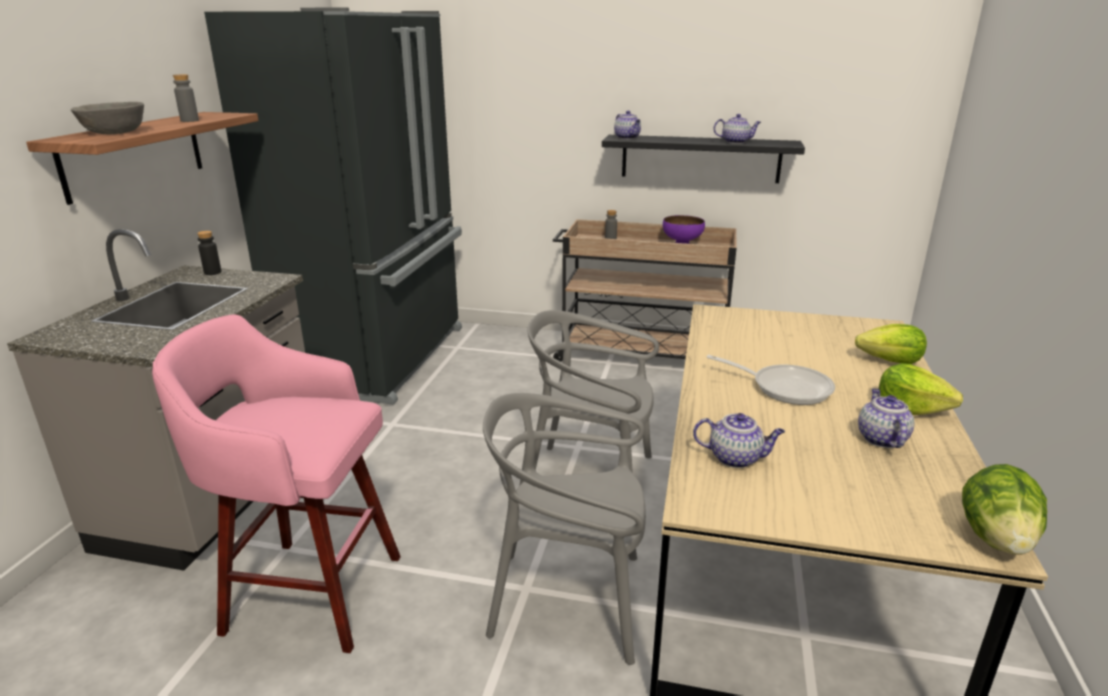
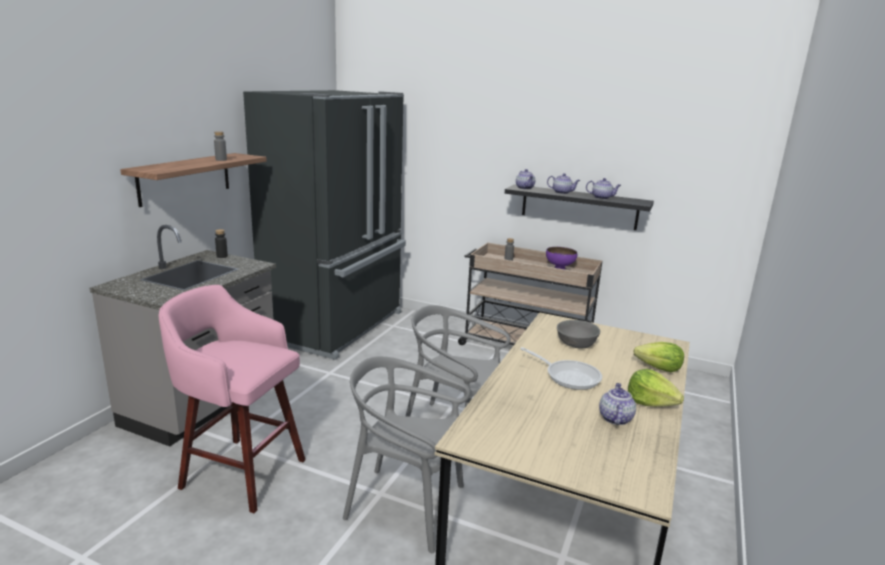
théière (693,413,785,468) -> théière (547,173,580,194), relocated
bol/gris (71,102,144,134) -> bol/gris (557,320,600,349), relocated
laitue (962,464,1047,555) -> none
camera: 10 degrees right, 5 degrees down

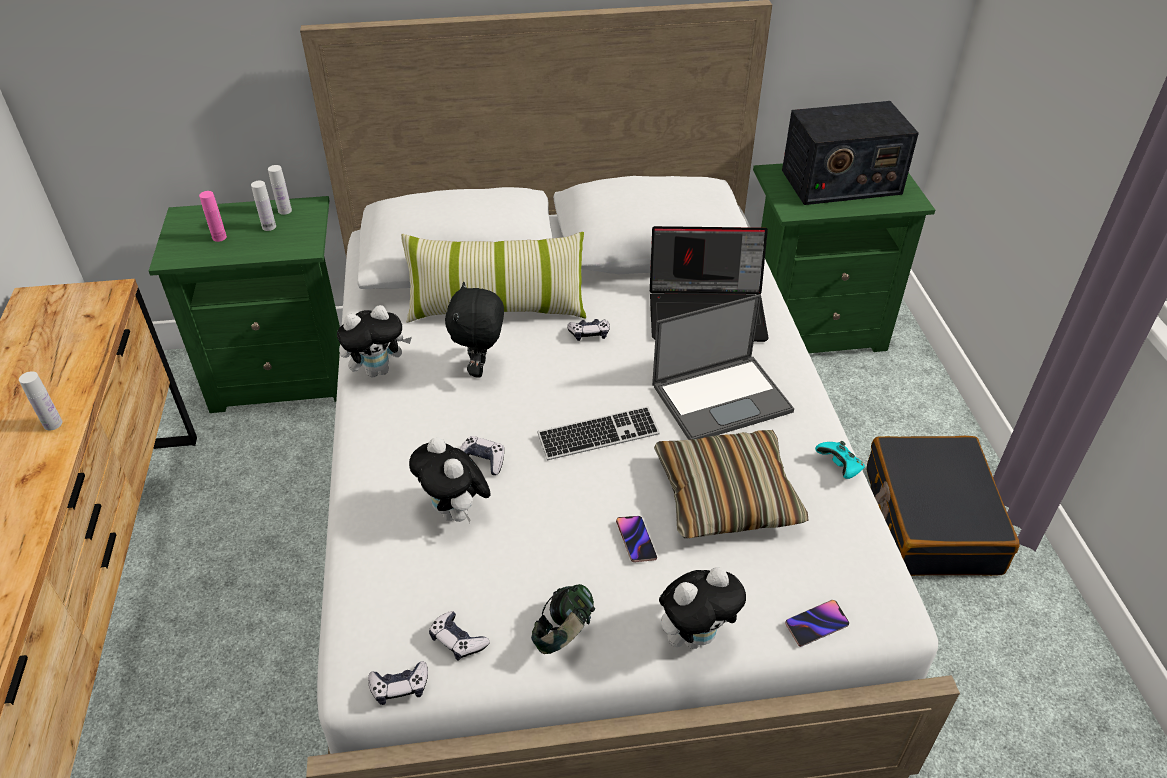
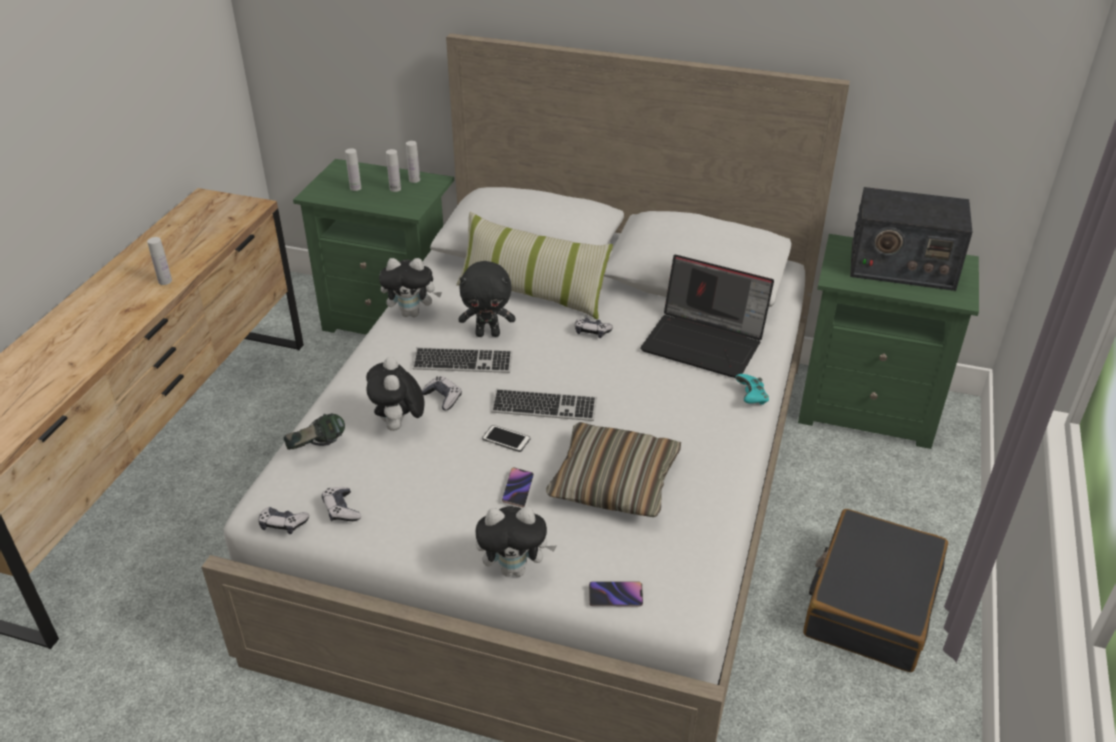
casque audio (531,584,595,654) -> casque audio (284,413,345,450), relocated
bouteille/rose (199,191,227,242) -> bouteille/blanc (345,148,361,191)
none -> clavier (413,347,513,373)
peluche/noir (445,282,504,378) -> peluche/noir (459,261,515,337), 120 degrees counterclockwise
none -> téléphone (482,425,530,452)
manette/turquoise (815,441,865,479) -> manette/turquoise (735,374,769,405), relocated
ordinateur portable (652,294,794,440) -> none
camera: 25 degrees right, 5 degrees down

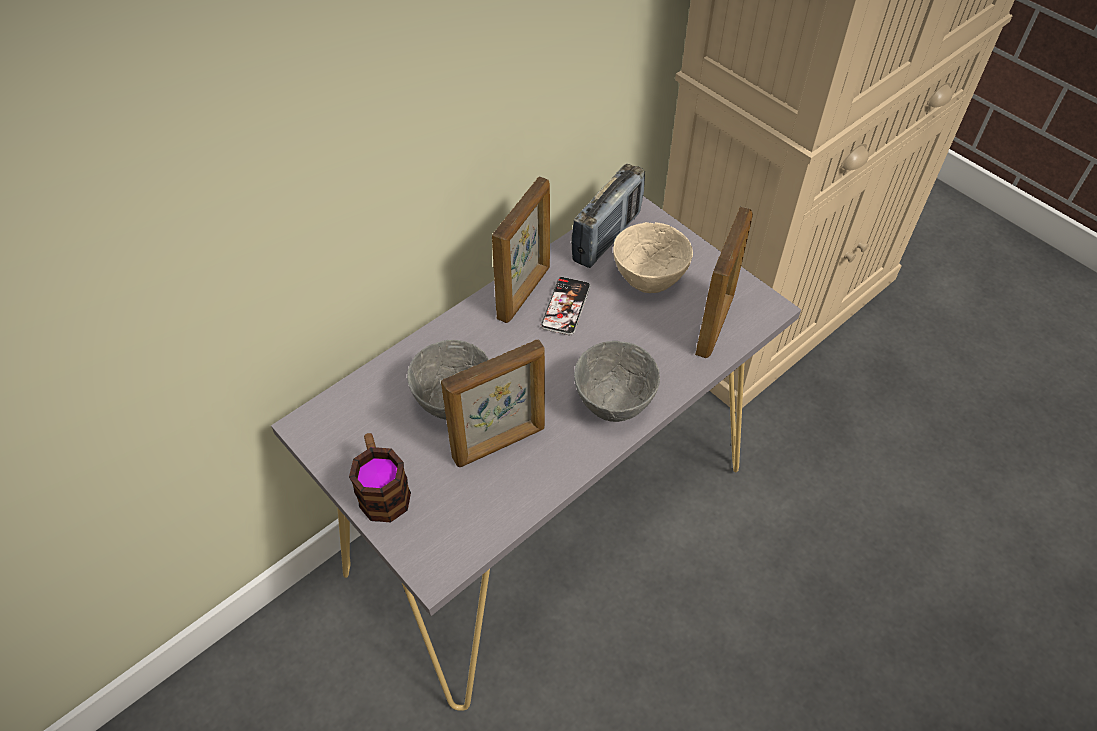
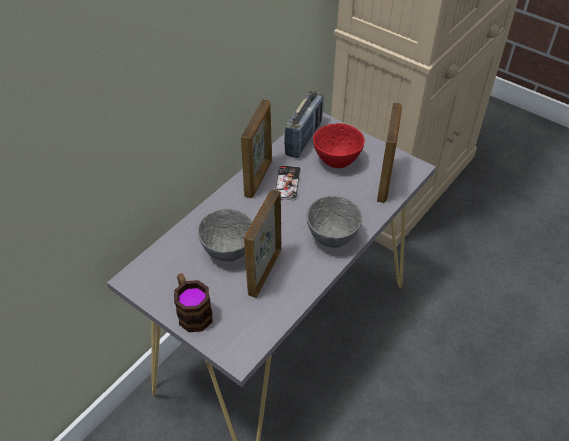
cadre photo (441,339,545,467) -> cadre photo (244,190,282,298), 150 degrees clockwise
bol/beige (613,222,693,293) -> bol/rouge (313,123,365,168)
camera: 10 degrees left, 5 degrees down

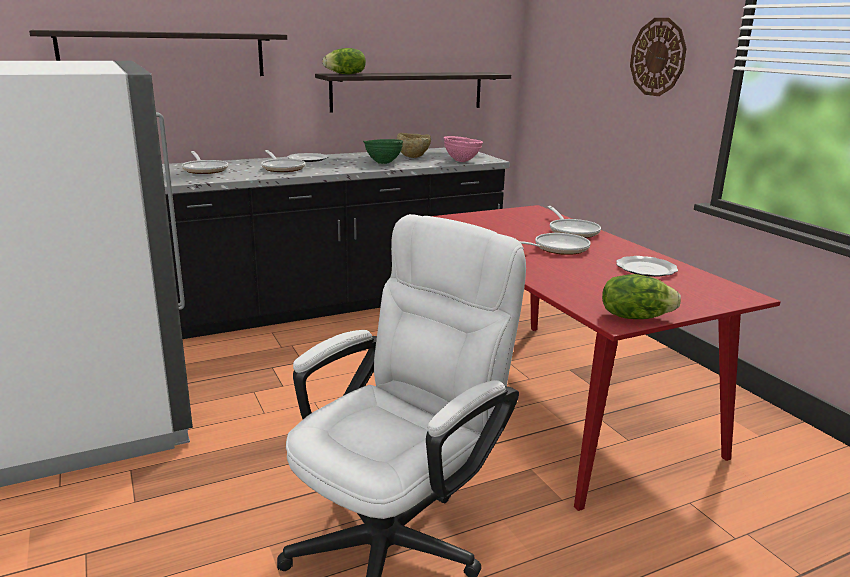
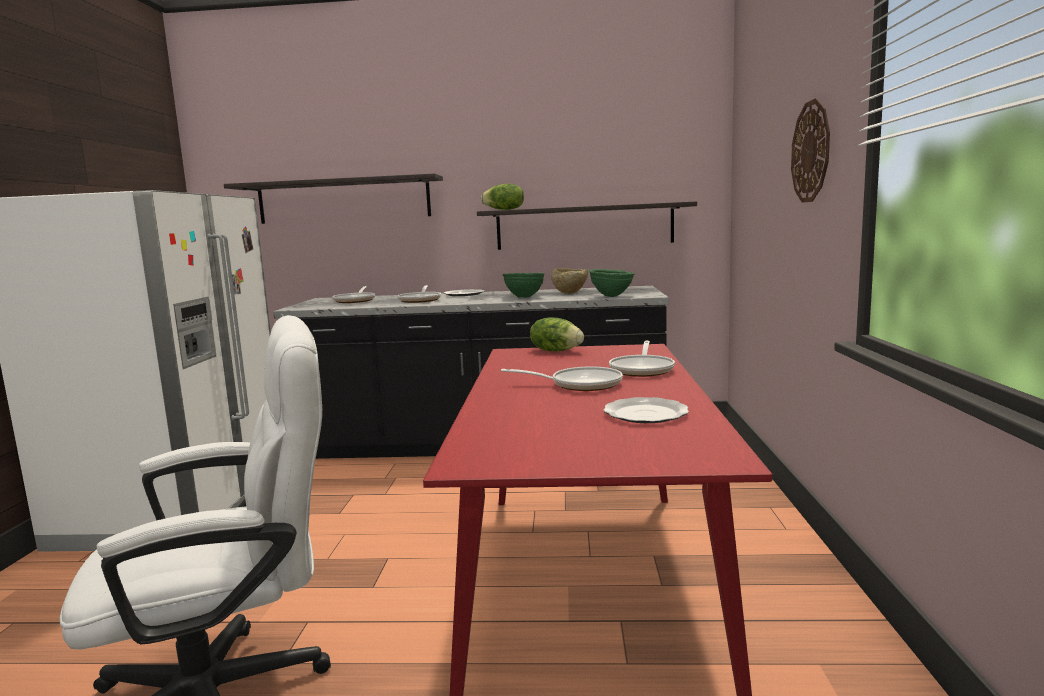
laitue (602,274,681,319) -> laitue (530,317,584,351), relocated
bol/rose (444,136,483,162) -> bol/vert (589,269,635,297)
camera: 30 degrees right, 10 degrees down

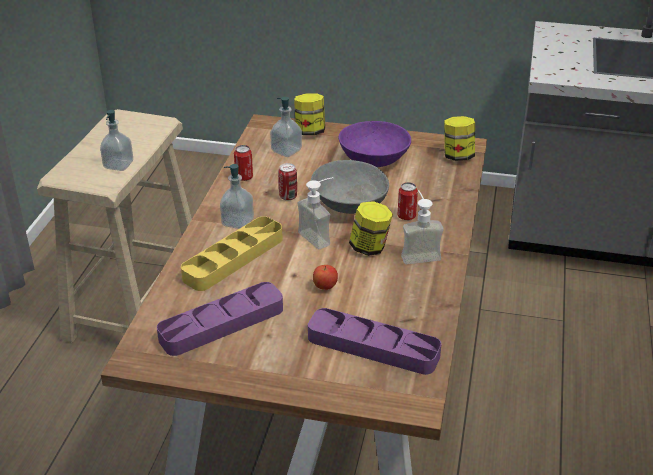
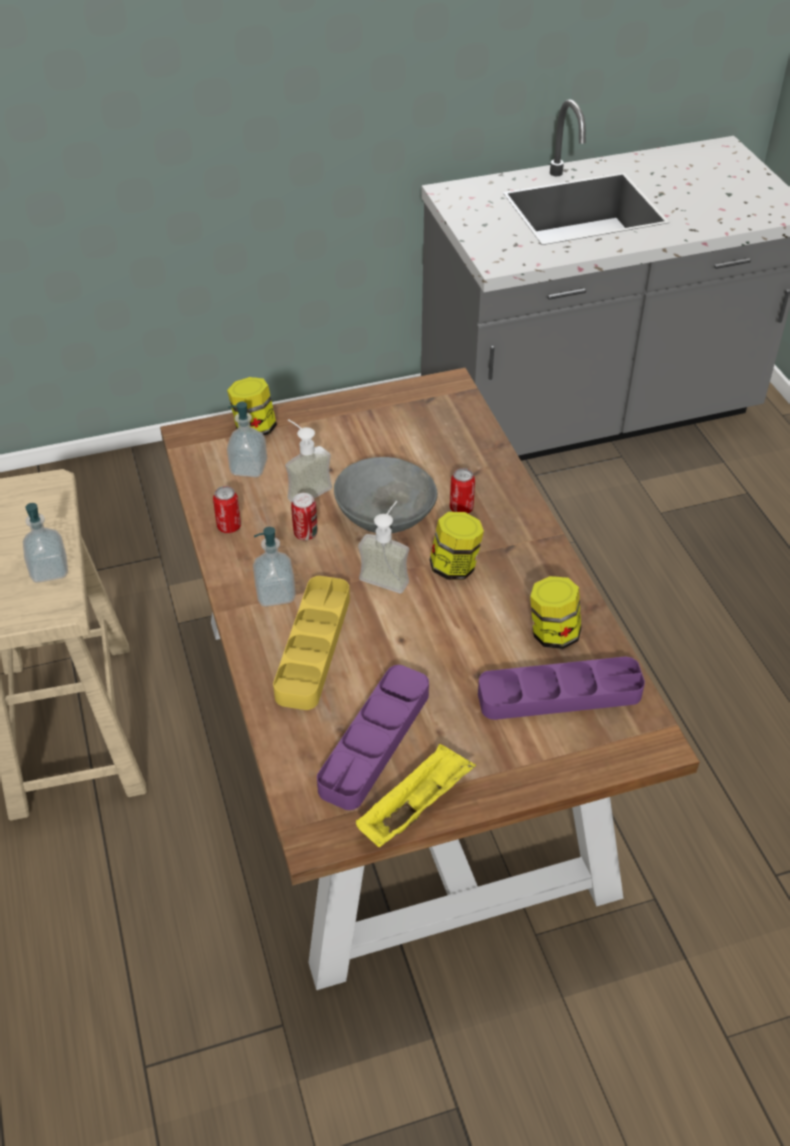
distributeur de savon (401,190,444,264) -> distributeur de savon (285,419,332,502), relocated
none -> plateau/jaune (356,744,476,847)
bocal (444,116,475,161) -> bocal (530,576,581,649), relocated
pomme (313,265,338,290) -> none
bol/violet (339,121,411,168) -> none
camera: 30 degrees left, 10 degrees up

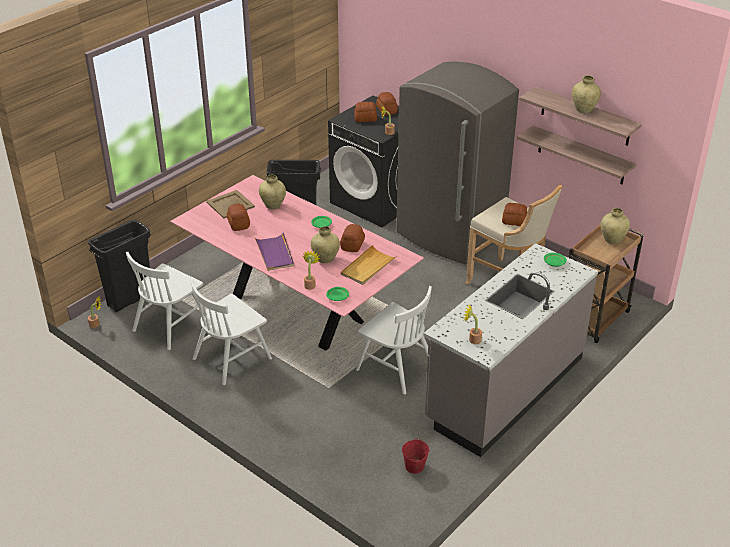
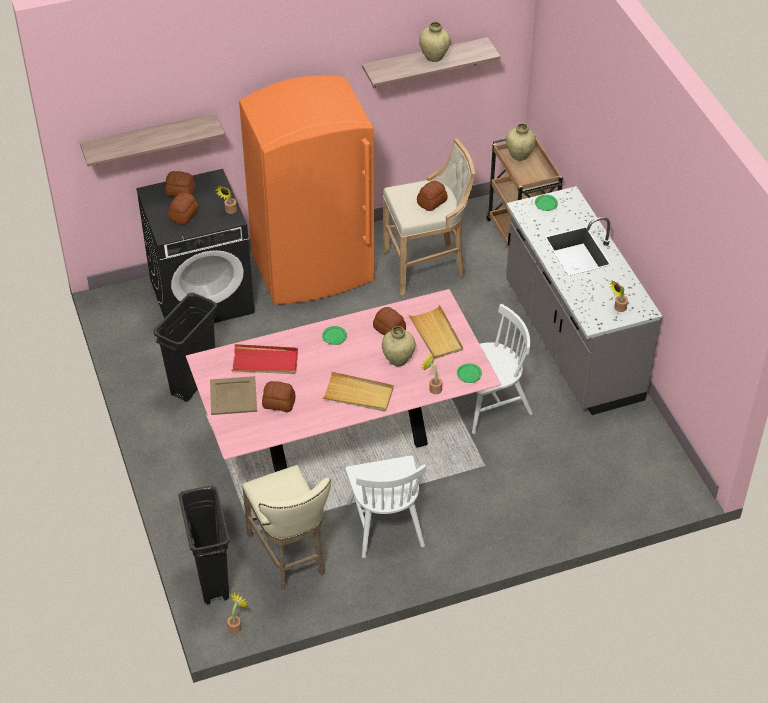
étagère (516,125,636,184) -> étagère (80,113,225,167), relocated
vase/beige (259,175,286,209) -> plateau/rouge (231,344,298,374)
réfrigérateur/gris (396,61,519,264) -> réfrigérateur/orange (239,75,374,305)
chaise/blanc (126,251,203,350) -> tabouret/beige (242,465,331,590)
plateau/violet (254,232,294,271) -> plateau/beige (322,372,394,412)
seau/rouge (402,438,429,474) -> none
camera: 60 degrees left, 10 degrees up

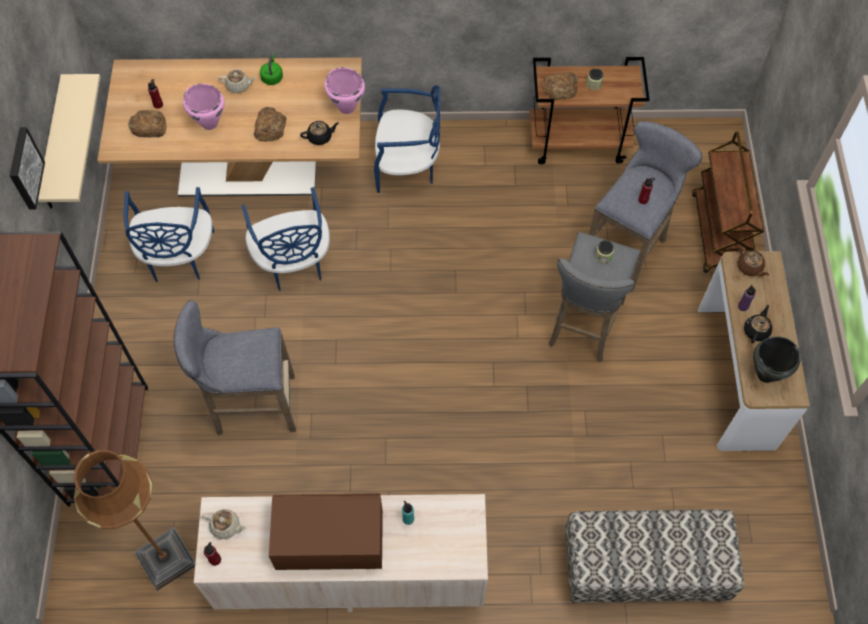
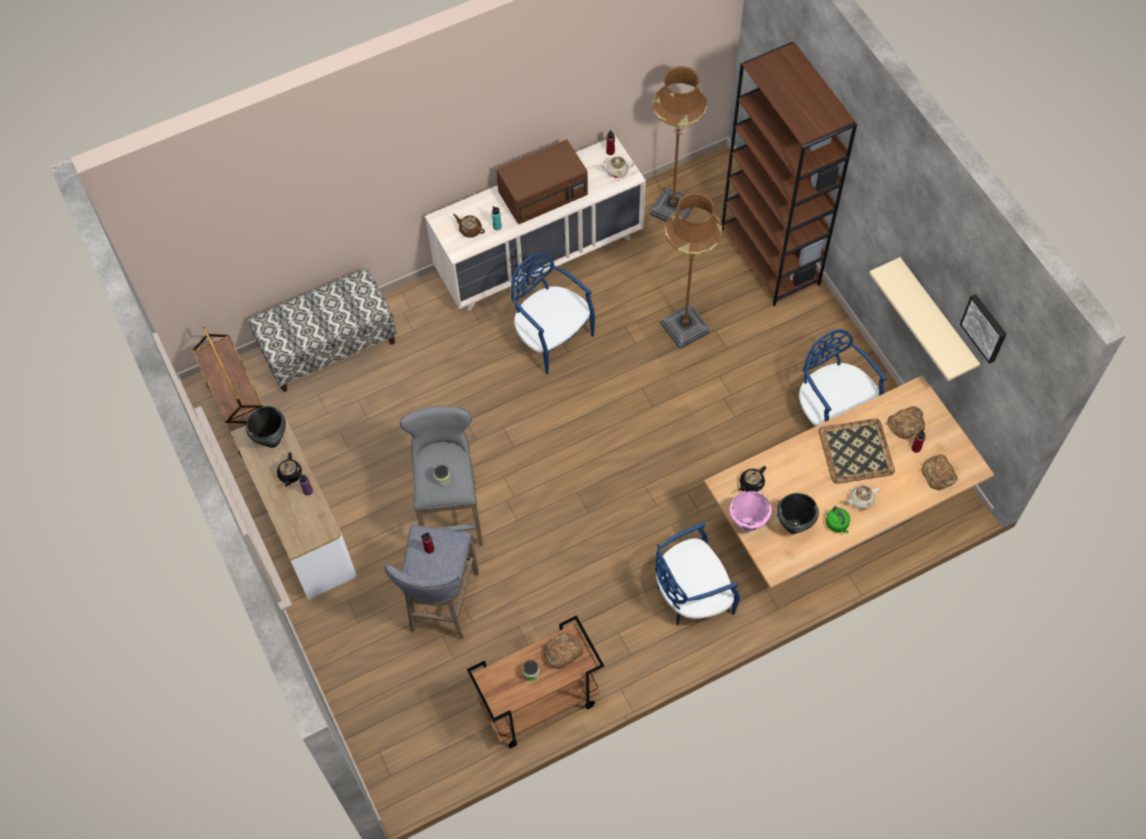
chariot/marron (692,131,764,273) -> chariot/marron (192,327,263,459), relocated
théière/marron (738,246,769,276) -> théière/marron (453,214,485,238), relocated
chaise/bleu (241,187,330,291) -> chaise/bleu (511,253,595,374), relocated
tabouret/gris (173,300,296,435) -> lampadaire/marron (660,193,722,349)
none -> marmite/noir (777,493,819,534)
marmite/rose (183,84,225,130) -> plateau (819,419,895,484)
pain (254,107,286,141) -> pain (921,454,958,491), relocated
tableau (10,127,45,210) -> tableau (960,294,1007,364), relocated
camera: 155 degrees right, 0 degrees up

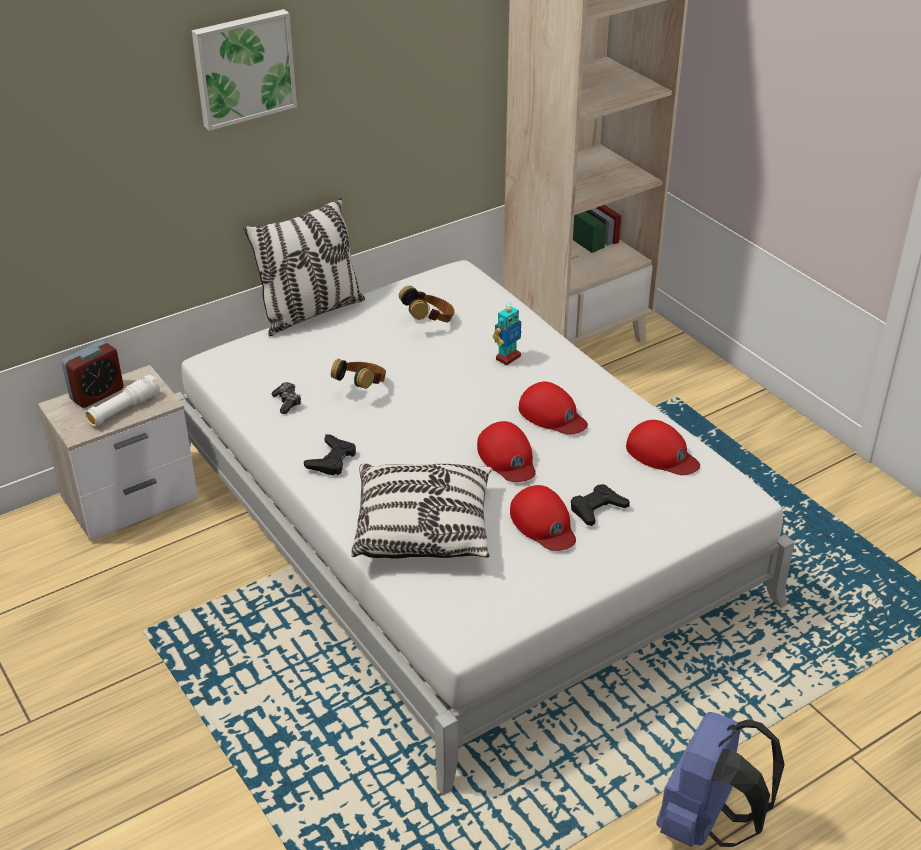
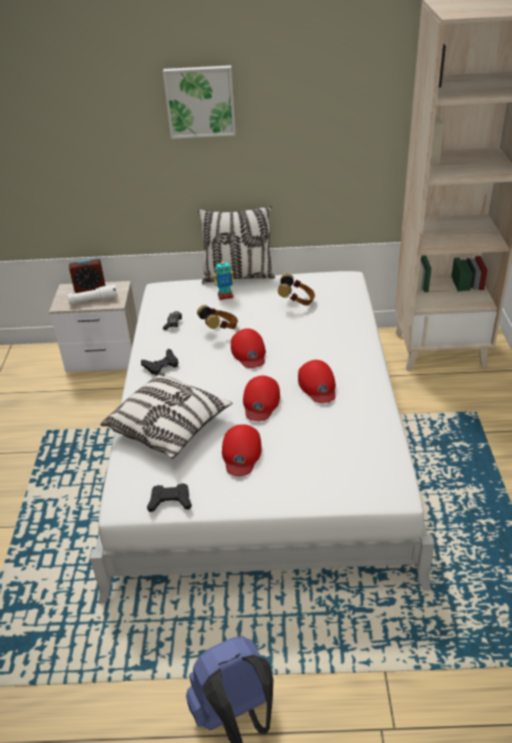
manette/noir (571,484,630,526) -> manette/noir (147,483,192,512), relocated
robot jouet (493,302,522,365) -> robot jouet (213,258,234,300), relocated
casquette/rouge (626,420,700,475) -> casquette/rouge (231,328,266,368), relocated
camera: 35 degrees right, 0 degrees up

